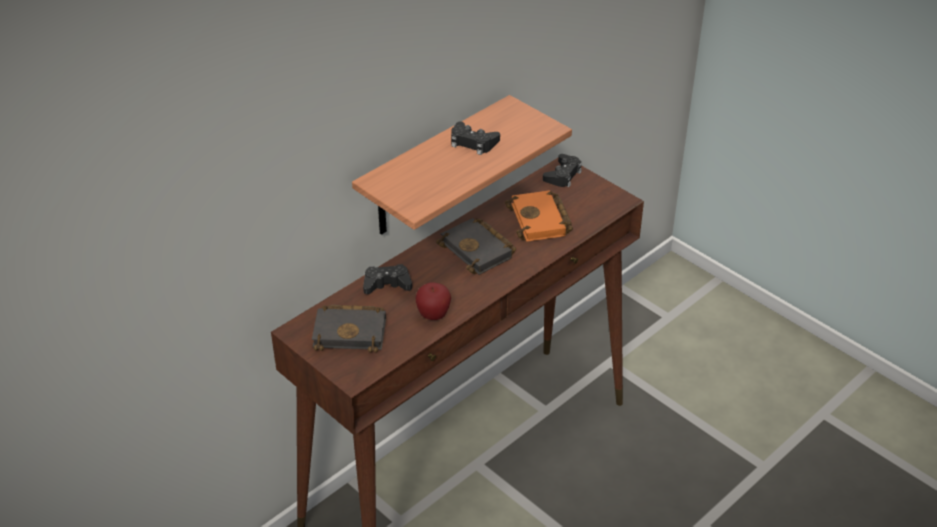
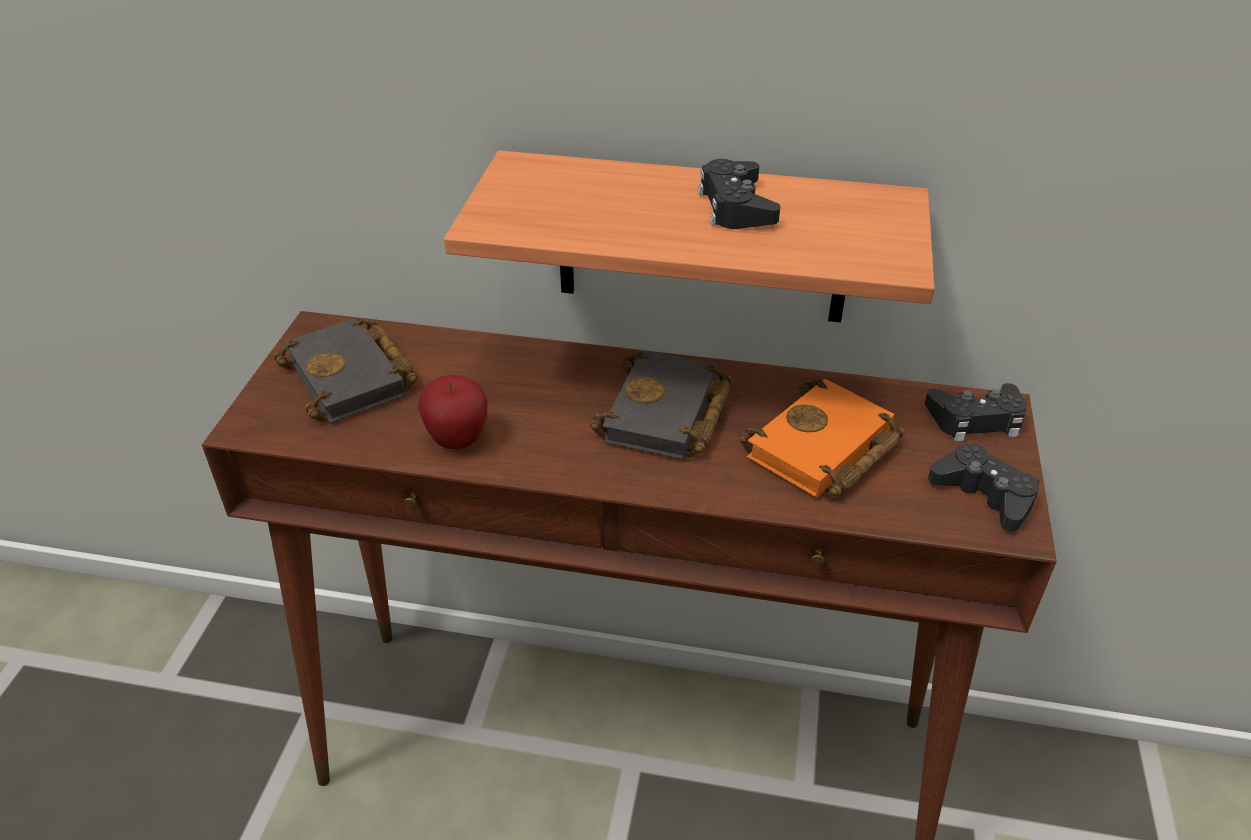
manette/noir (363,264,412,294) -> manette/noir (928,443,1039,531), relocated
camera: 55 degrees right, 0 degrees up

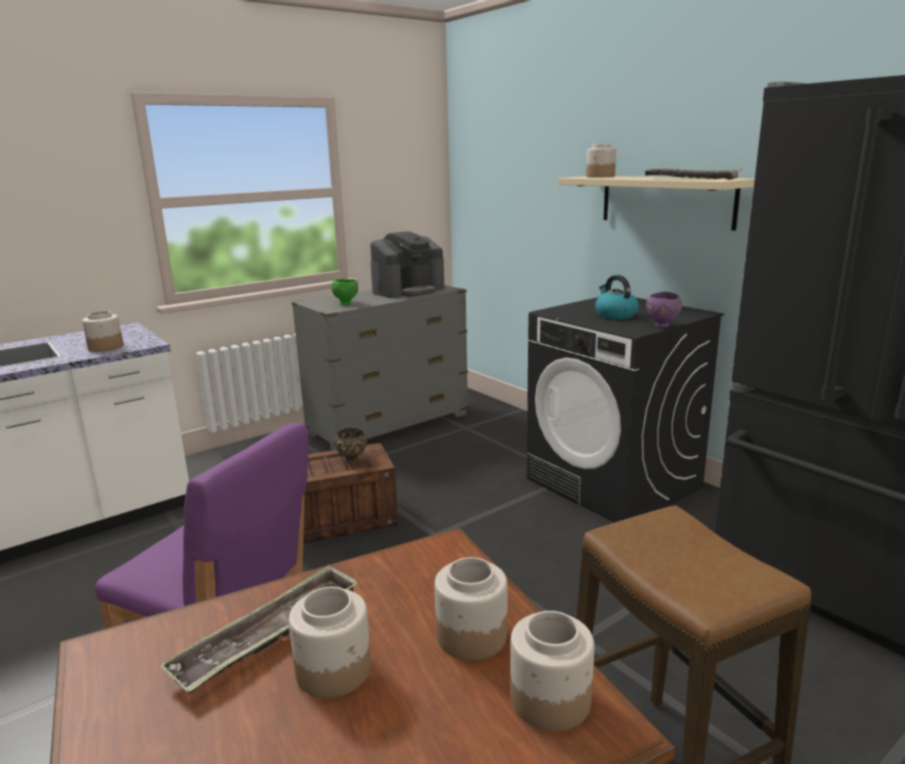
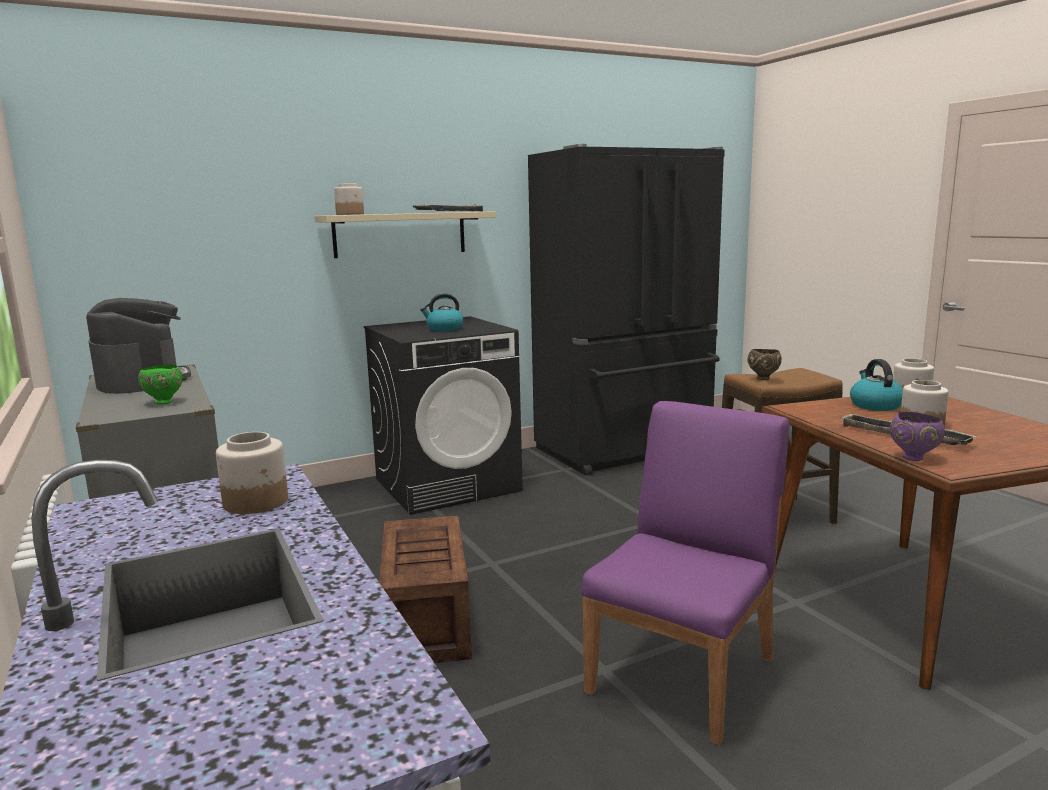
bol/marron (335,428,367,462) -> bol/marron (747,349,782,380), relocated
bocal (435,557,507,661) -> bouilloire (850,359,903,411)
bol/violet (646,292,682,327) -> bol/violet (890,412,945,461), relocated
camera: 80 degrees left, 5 degrees down

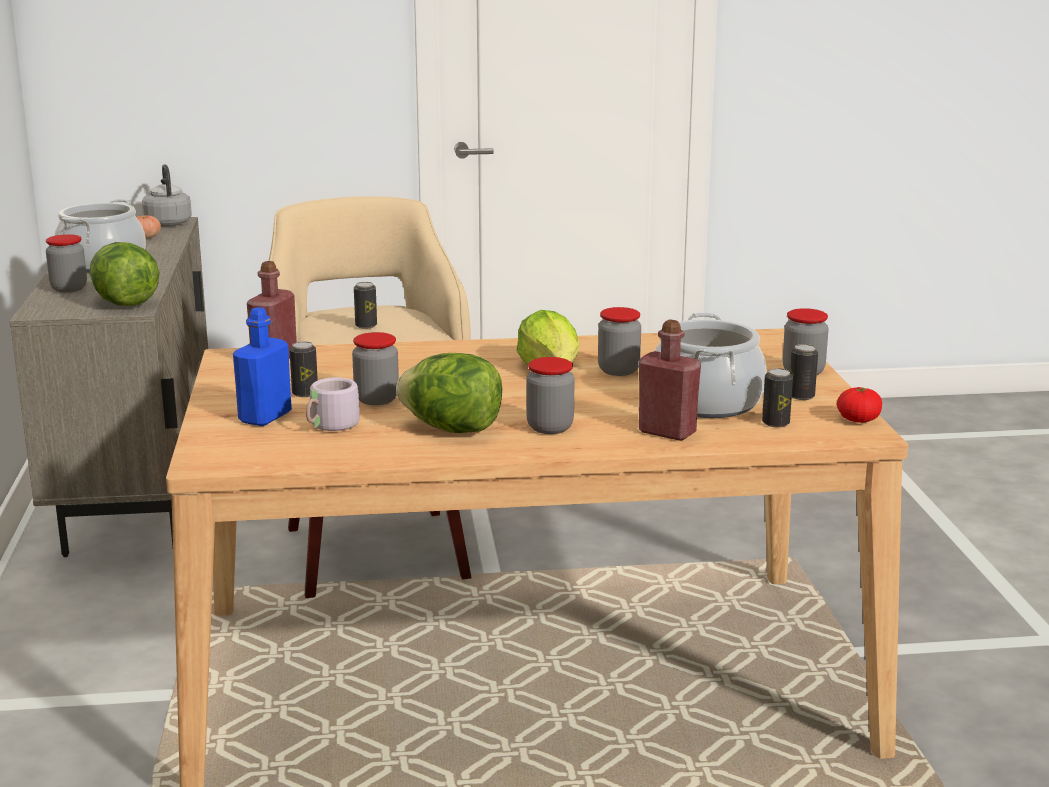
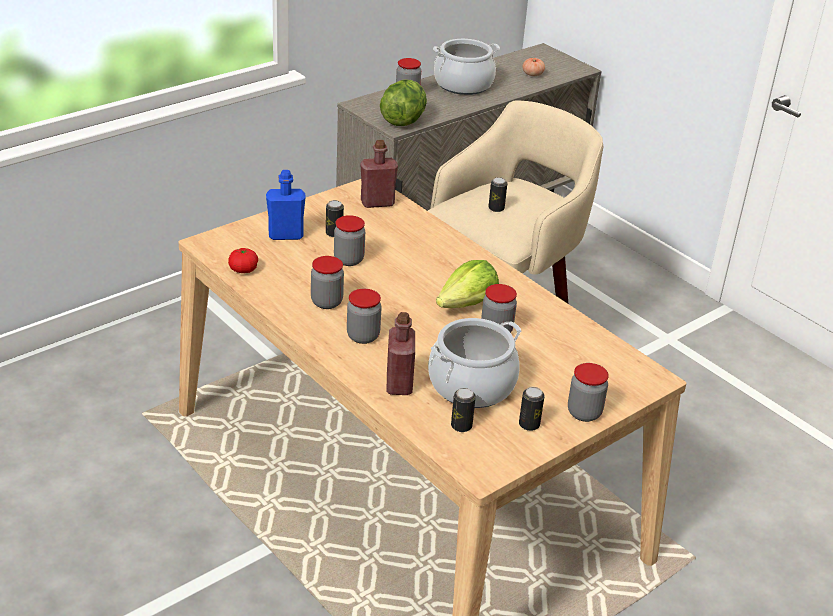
tomate (837,387,882,423) -> tomate (228,248,258,273), relocated
laitue (396,353,502,433) -> bocal (311,256,344,309)
bouilloire/gris (142,164,192,227) -> none
mug/gris (306,377,376,431) -> none
camera: 55 degrees right, 15 degrees up

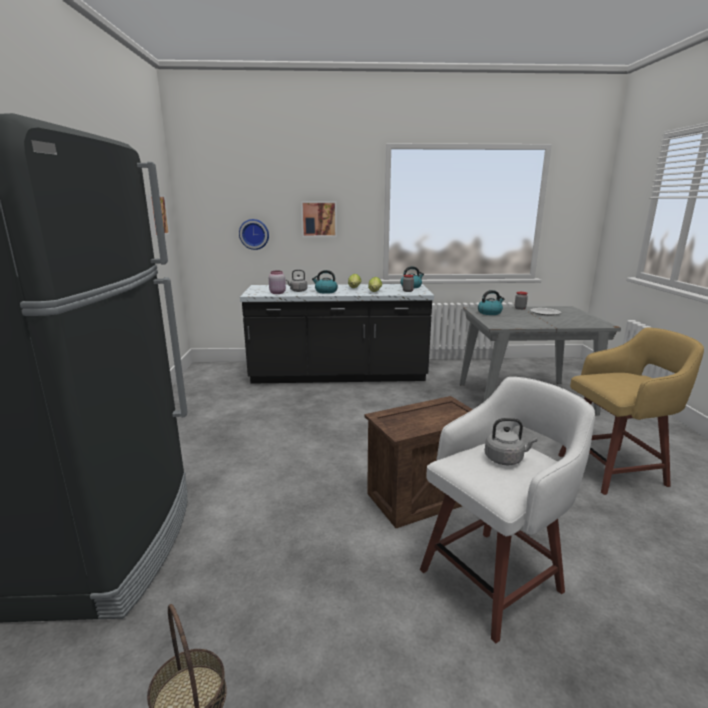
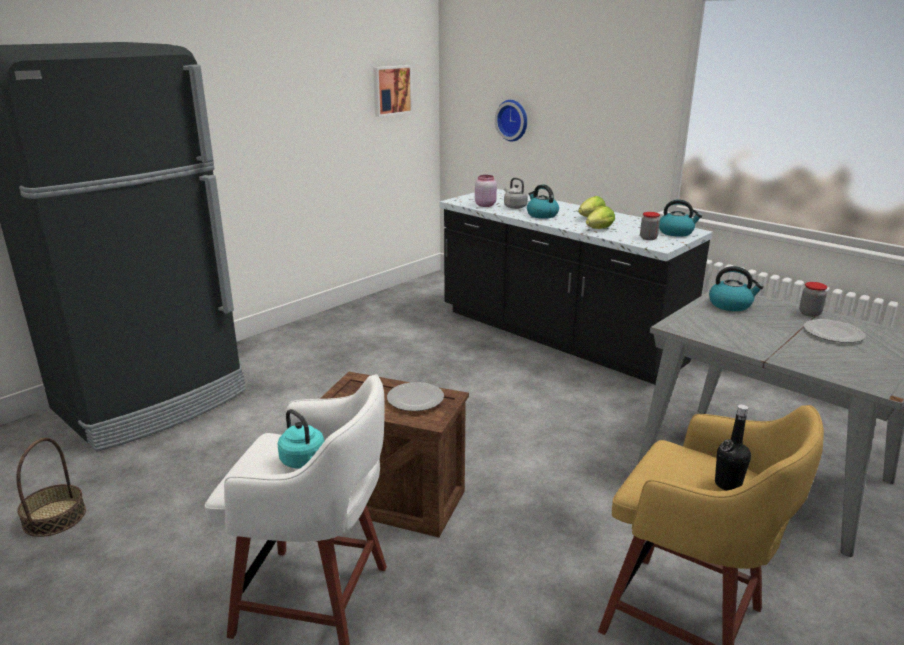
bouilloire/gris (485,418,537,465) -> bouilloire/turquoise (277,409,324,469)
none -> assiette (387,382,444,411)
none -> bouteille/noir (715,405,751,491)
tableau (301,201,337,237) -> none
camera: 45 degrees right, 5 degrees up

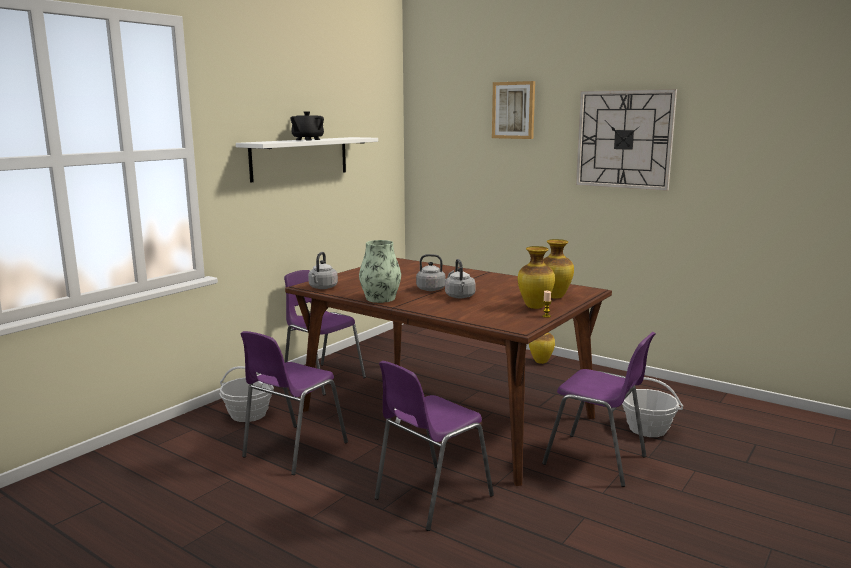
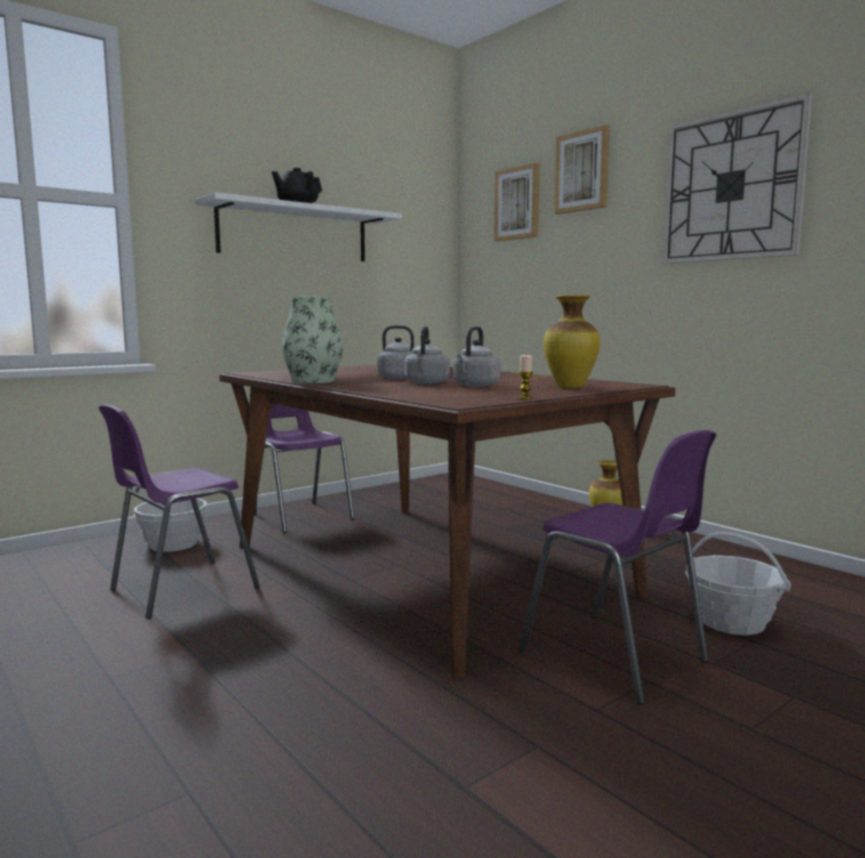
bouilloire/gris (308,252,338,289) -> bouilloire/gris (453,326,501,387), relocated
none -> tableau (494,163,540,241)
chaise/violet (375,361,494,531) -> none
vase (518,246,555,309) -> none
camera: 15 degrees right, 5 degrees down

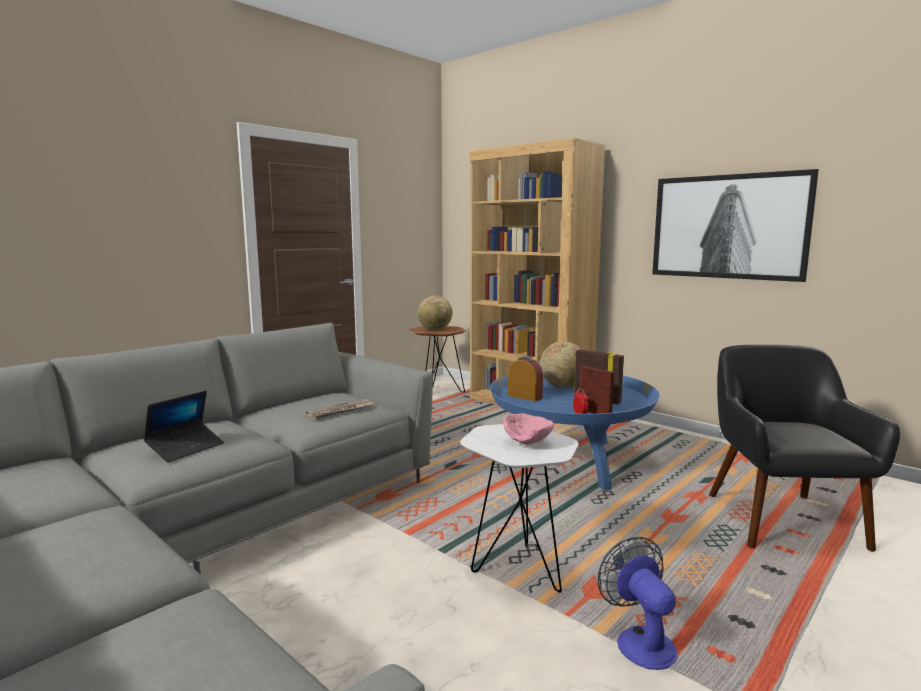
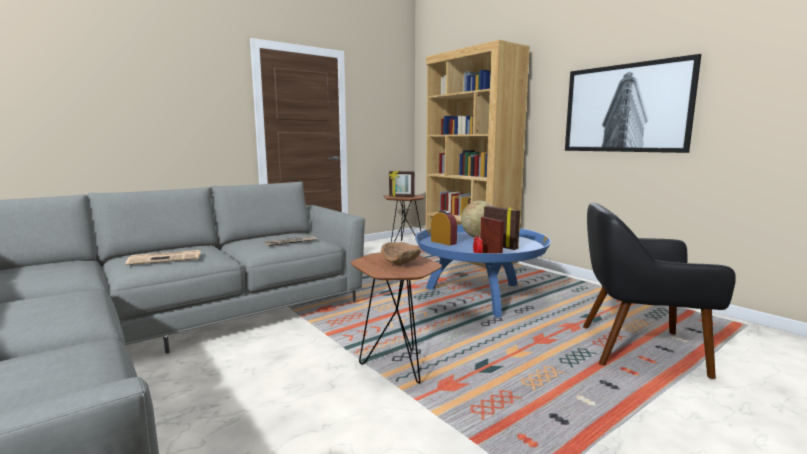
ordinateur portable (144,391,224,462) -> journal (125,250,201,265)
table d'appoint/blanc (461,424,579,593) -> table d'appoint/marron (350,253,442,384)
bol/rose (503,413,554,445) -> bol/marron (381,242,421,265)
globe (418,296,453,331) -> cadre photo (389,170,415,197)
fauteuil/noir (709,345,900,552) -> fauteuil/noir (583,203,736,379), 90 degrees counterclockwise
ventilateur (598,537,678,670) -> none
camera: 10 degrees right, 0 degrees up

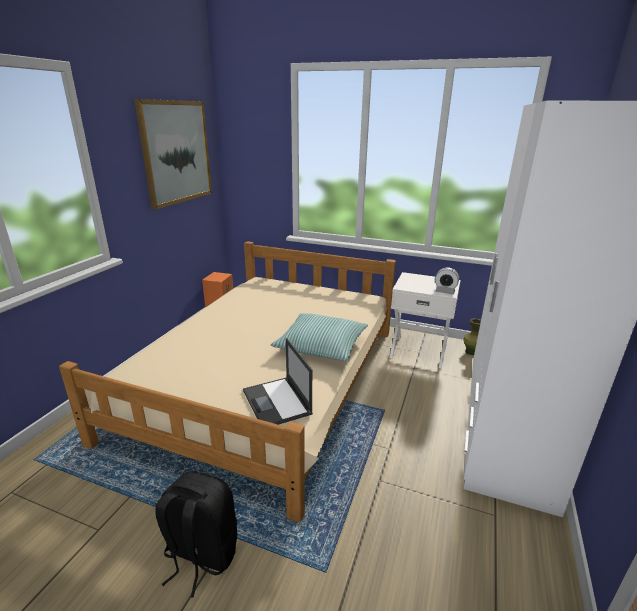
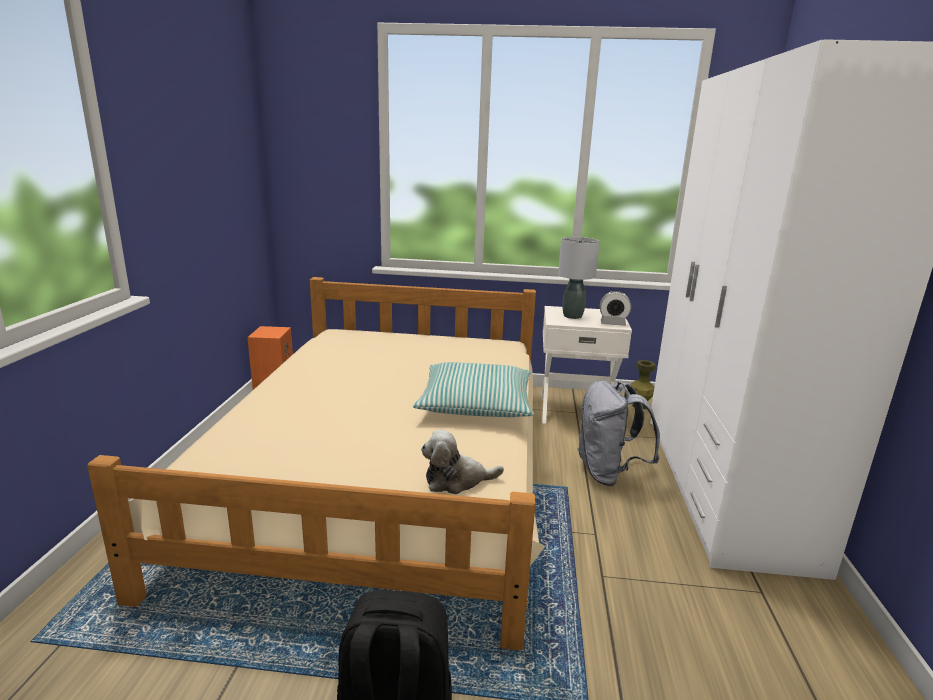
ordinateur portable (243,338,313,425) -> peluche (421,430,504,494)
none -> lampe de table/gris (558,237,600,319)
none -> sac à dos/gris (577,380,660,486)
tableau (134,99,212,210) -> none
camera: 15 degrees left, 5 degrees down

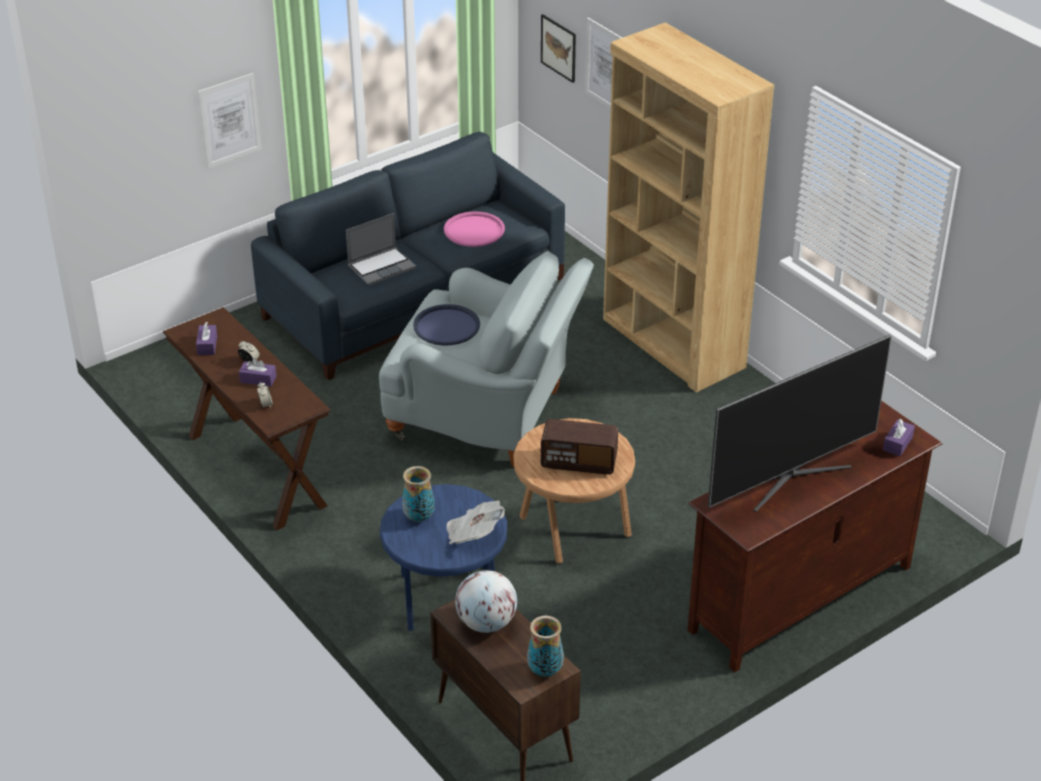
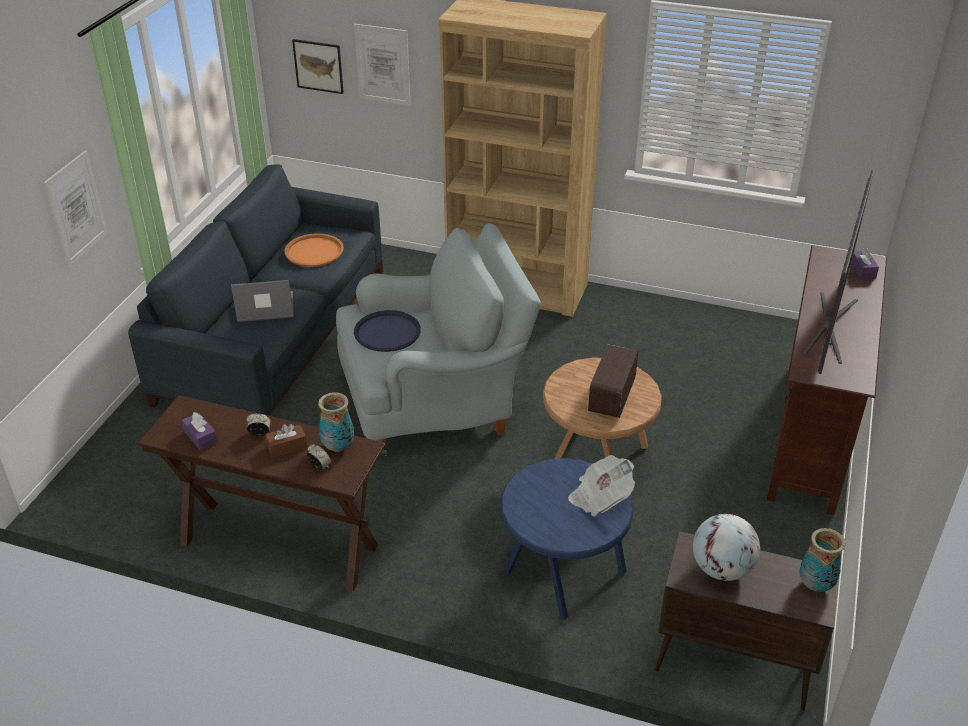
ordinateur portable (346,213,416,285) -> ordinateur portable (231,280,294,322), 120 degrees counterclockwise
boîte à mouchoirs/violet (239,358,276,387) -> boîte à mouchoirs/marron (265,424,307,458)
plateau/rose (444,212,505,247) -> plateau/orange (284,233,344,267)
vase (402,466,434,522) -> vase (318,392,354,452), relocated
radio (541,419,618,474) -> radio (588,344,638,418), 135 degrees clockwise
camera: 35 degrees left, 0 degrees up

